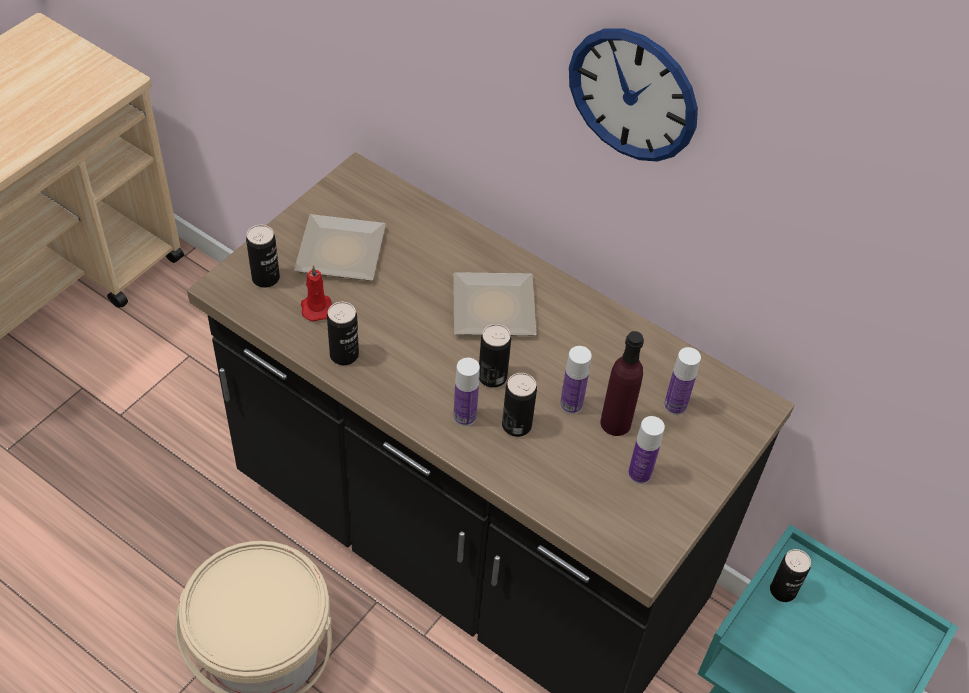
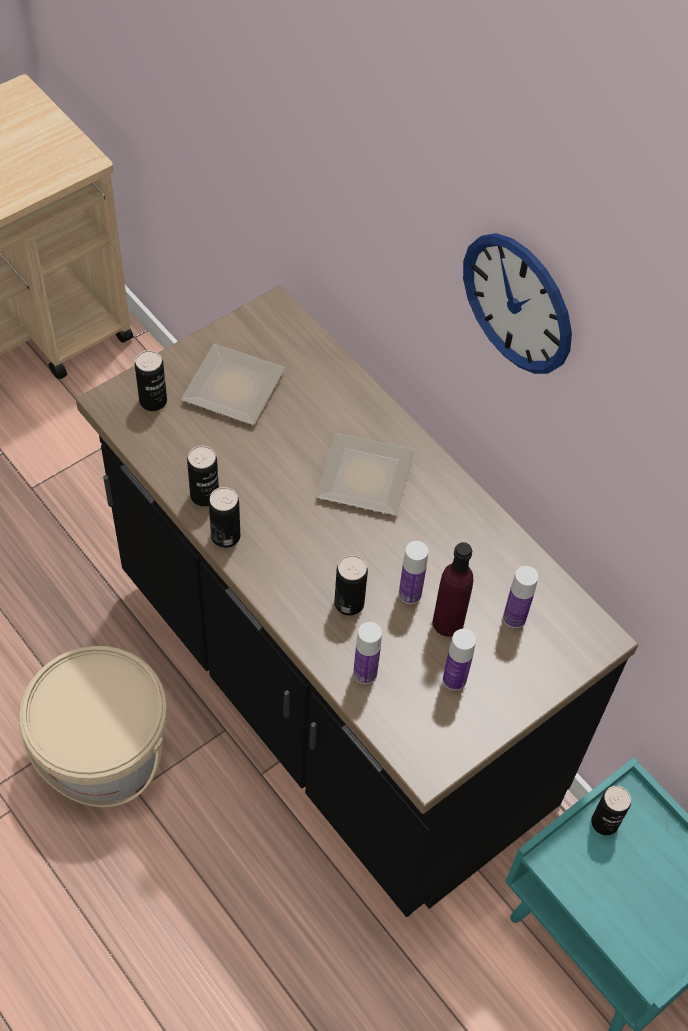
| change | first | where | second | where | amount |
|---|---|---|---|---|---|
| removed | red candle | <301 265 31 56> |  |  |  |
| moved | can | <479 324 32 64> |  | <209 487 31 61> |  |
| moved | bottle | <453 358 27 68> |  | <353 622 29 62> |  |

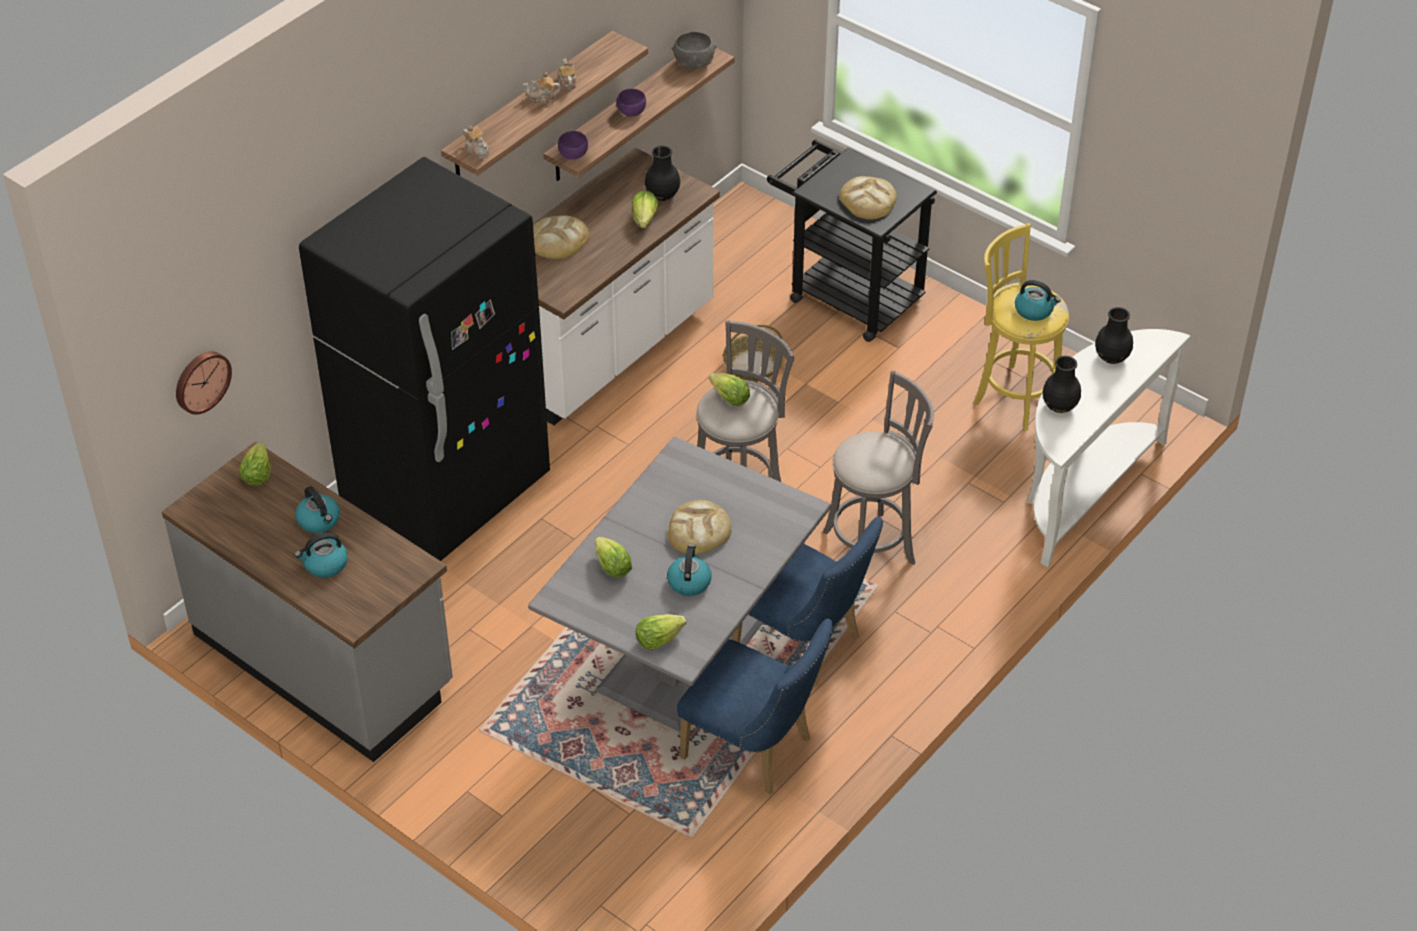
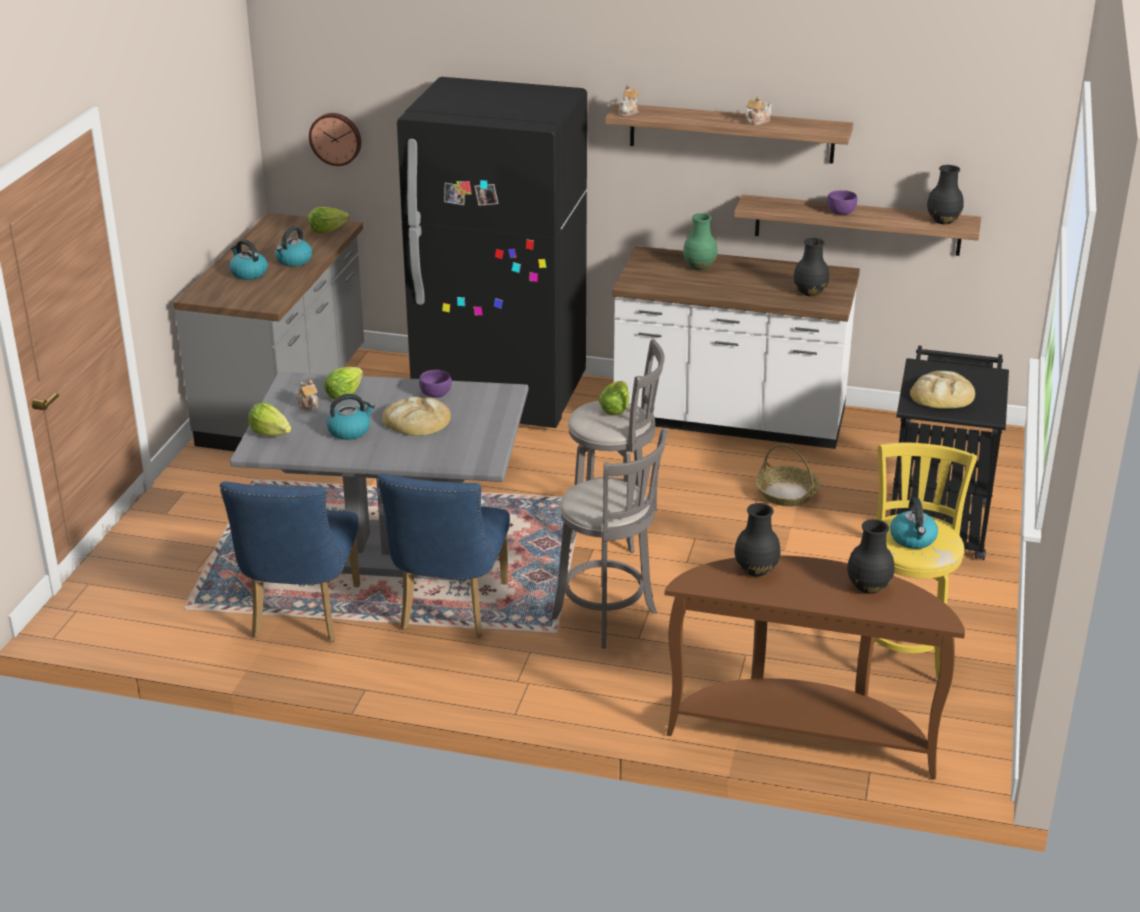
| change | first | where | second | where | amount |
|---|---|---|---|---|---|
| replaced | grey bowl | <672 32 44 37> | black vase | <927 165 37 59> |  |
| moved | teapot | <523 72 38 32> |  | <297 380 22 31> |  |
| moved | purple bowl | <558 131 30 29> |  | <419 370 33 28> |  |
| removed | lettuce | <632 190 26 38> |  |  |  |
| replaced | bread | <533 215 56 44> | green vase | <683 213 35 57> |  |
| recoloured | white console table | <1027 329 164 238> | brown console table | <665 555 300 224> |  |

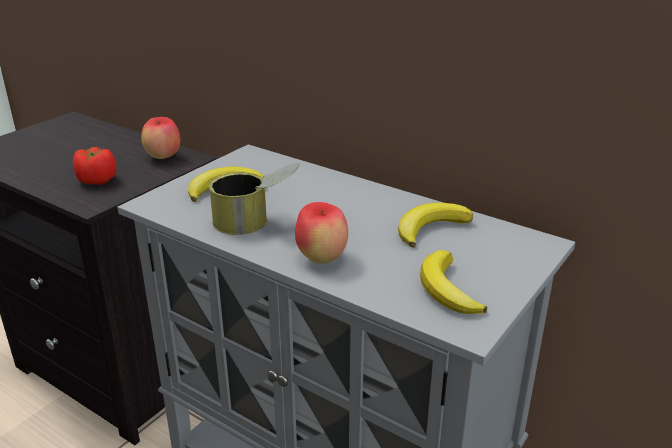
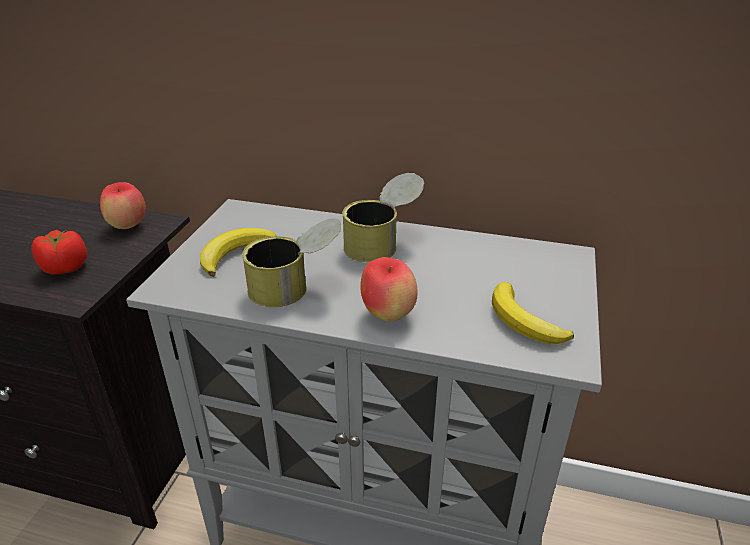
| change | first | where | second | where | amount |
|---|---|---|---|---|---|
| removed | banana | <398 203 75 45> |  |  |  |
| added |  |  | can | <342 173 82 90> |  |

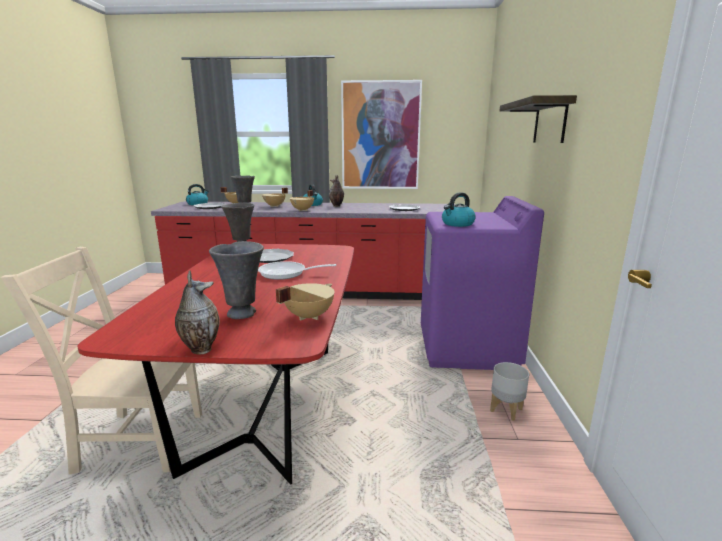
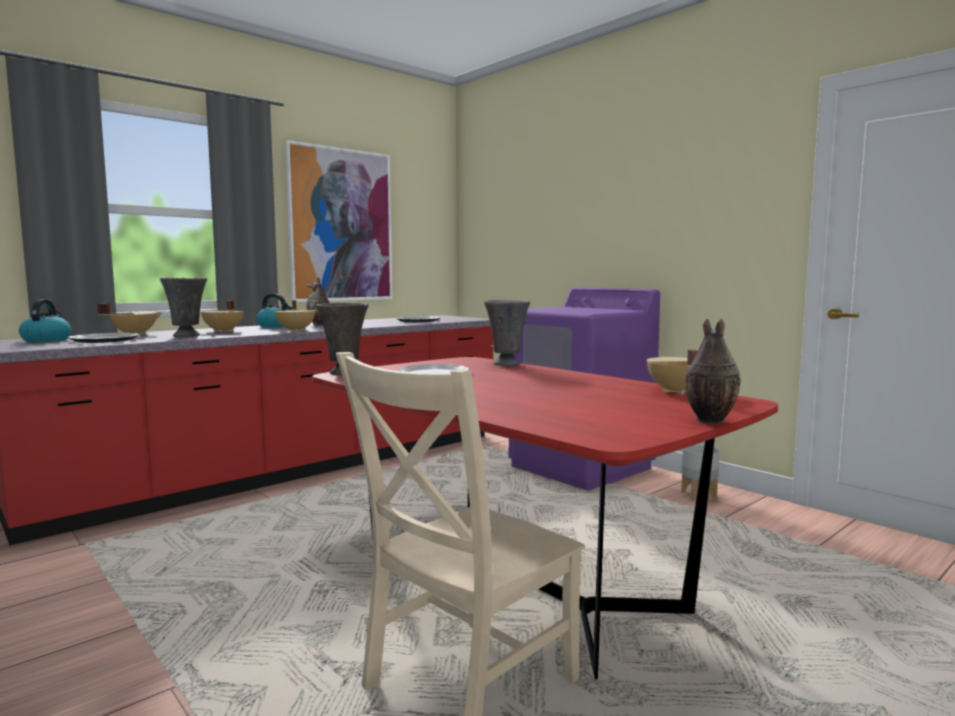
| change | first | where | second | where | amount |
|---|---|---|---|---|---|
| removed | shelf | <500 95 77 48> |  |  |  |
| removed | kettle | <442 192 34 35> |  |  |  |
| moved | grey vase | <209 241 55 78> |  | <484 300 46 66> |  |
| removed | frying pan | <258 261 78 19> |  |  |  |

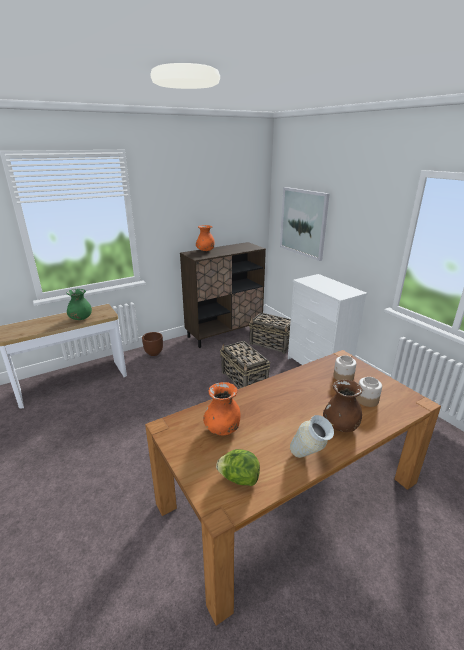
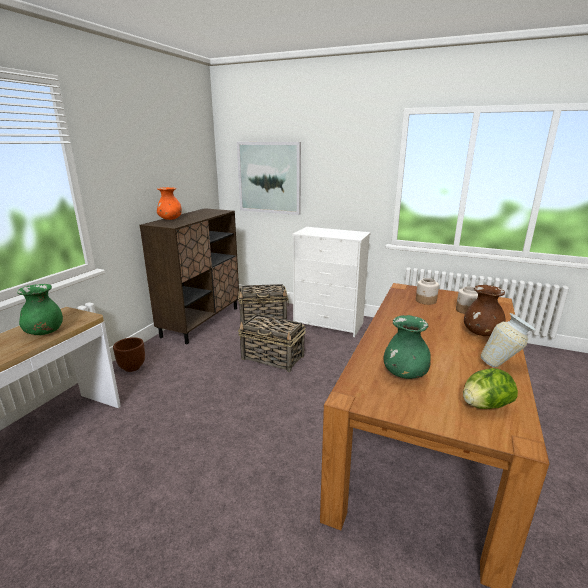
| change | first | where | second | where | amount |
|---|---|---|---|---|---|
| recoloured | orange vase | <203 382 37 53> | green vase | <383 315 48 64> |  |

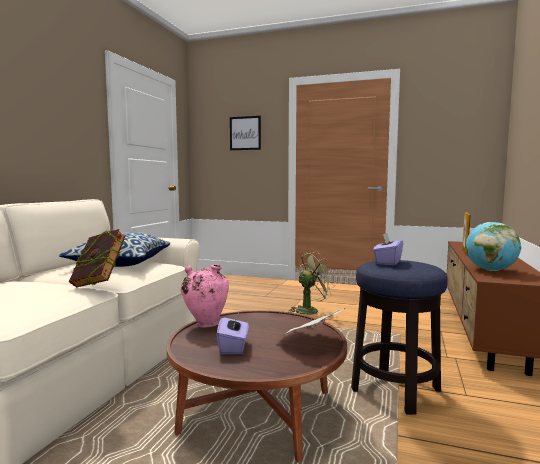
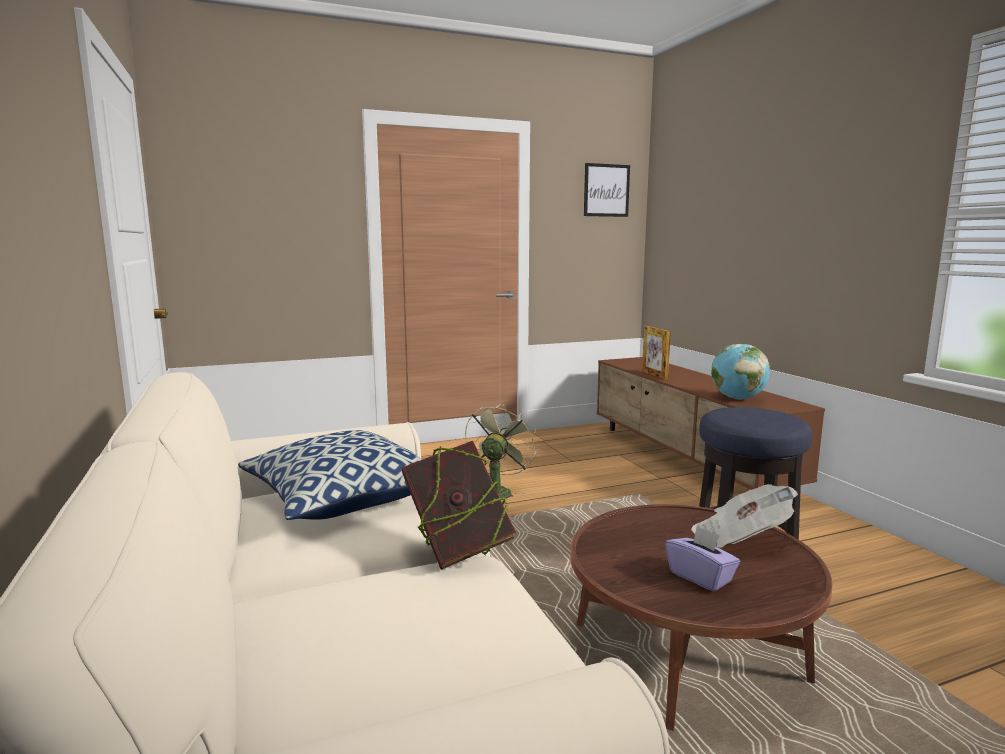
| change | first | where | second | where | amount |
|---|---|---|---|---|---|
| moved | picture | <230 116 31 34> |  | <584 163 46 54> |  |
| removed | purple tissue box | <373 233 30 33> |  |  |  |
| removed | pink vase | <181 264 48 64> |  |  |  |

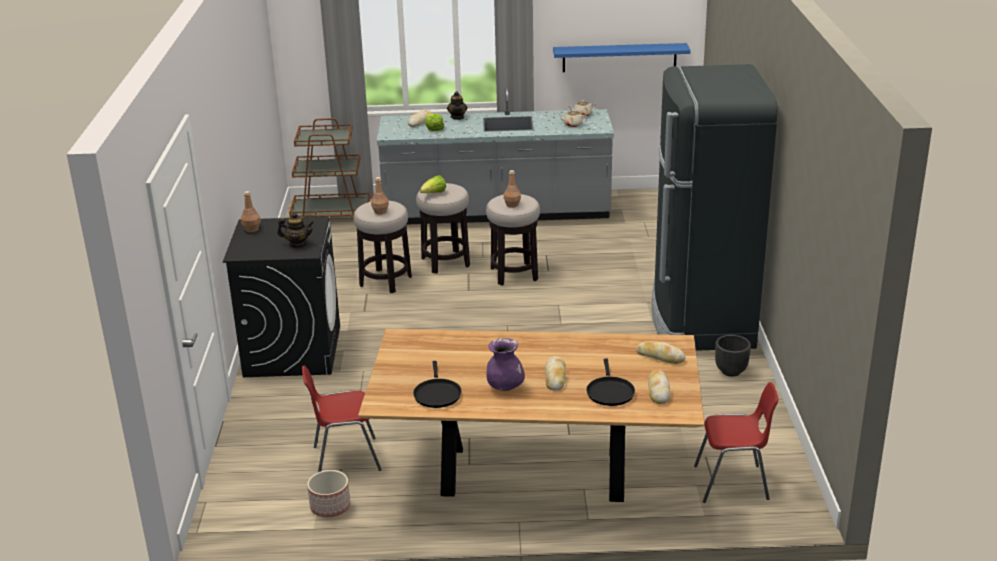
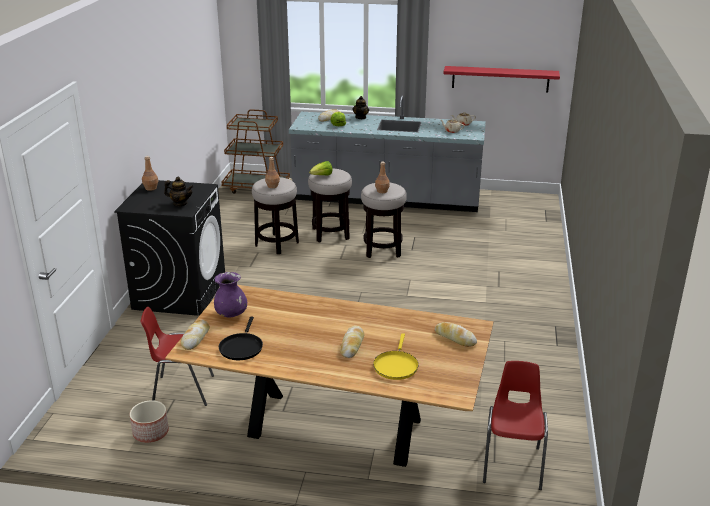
| change | first | where | second | where | amount |
|---|---|---|---|---|---|
| recoloured | blue shelf | <553 43 138 29> | red shelf | <443 66 117 26> |  |
| removed | black fridge | <652 64 126 287> |  |  |  |
| removed | black planter | <715 335 36 42> |  |  |  |
| moved | purple vase | <487 338 38 53> |  | <214 272 33 45> |  |
| recoloured | black frying pan | <586 358 49 48> | yellow frying pan | <373 333 46 47> |  |
| moved | bread | <648 370 22 34> |  | <181 320 29 30> |  |
| turned | red chair | <694 382 85 121> |  | <483 361 65 129> | 90 degrees counterclockwise |

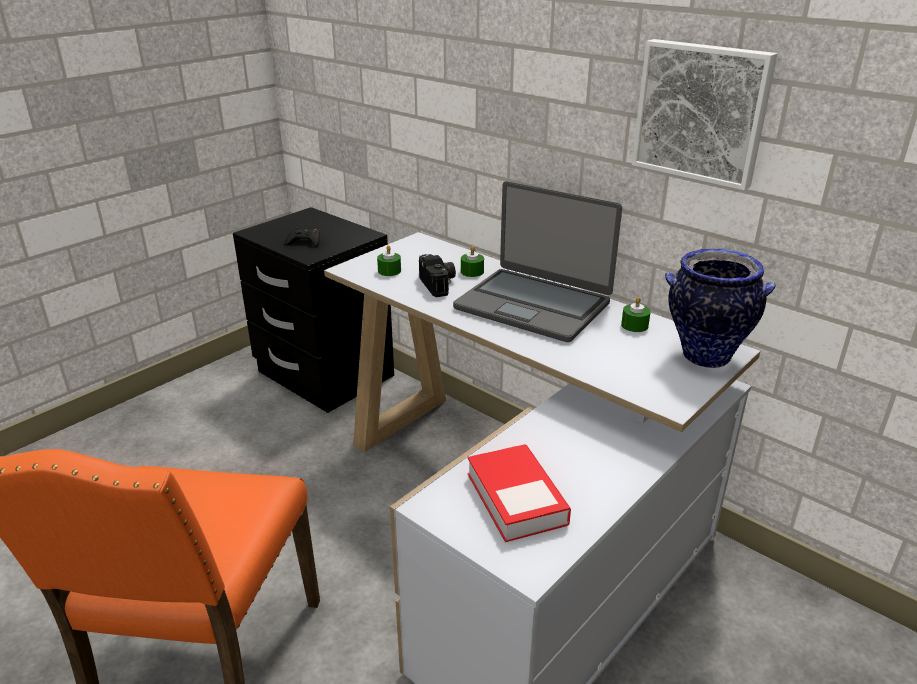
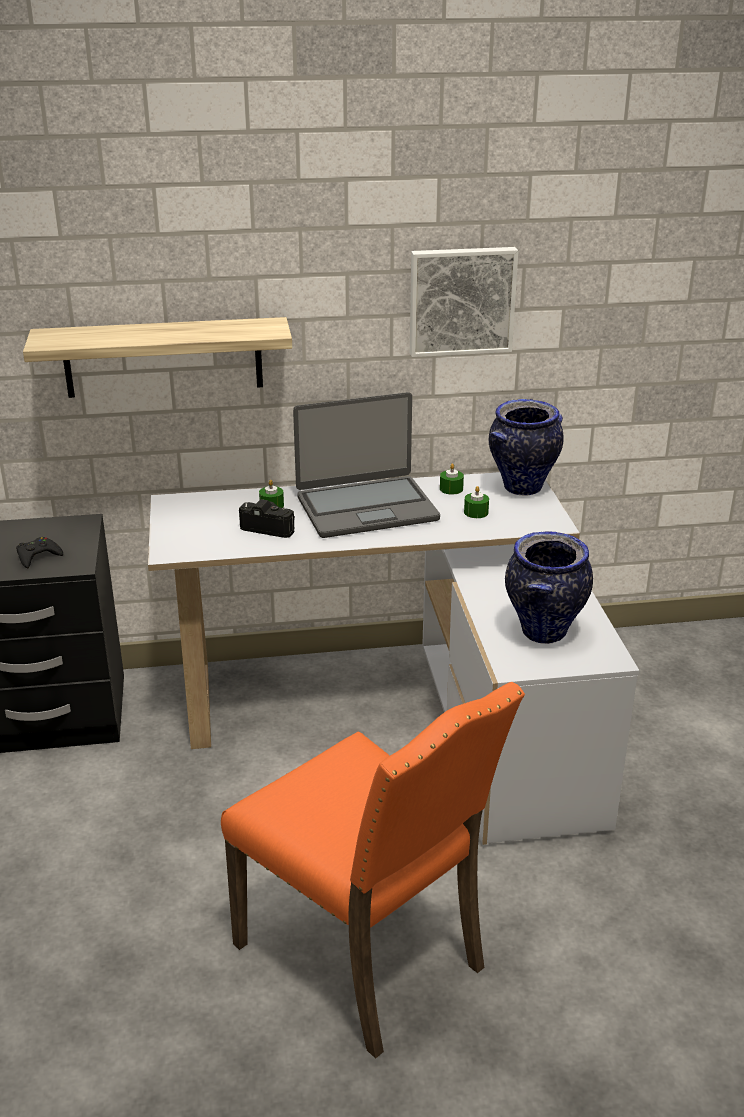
| change | first | where | second | where | amount |
|---|---|---|---|---|---|
| moved | green candle | <377 245 24 31> |  | <464 486 25 32> |  |
| replaced | book | <468 444 103 98> | vase | <505 531 88 113> |  |
| added |  |  | shelf | <23 317 269 81> |  |

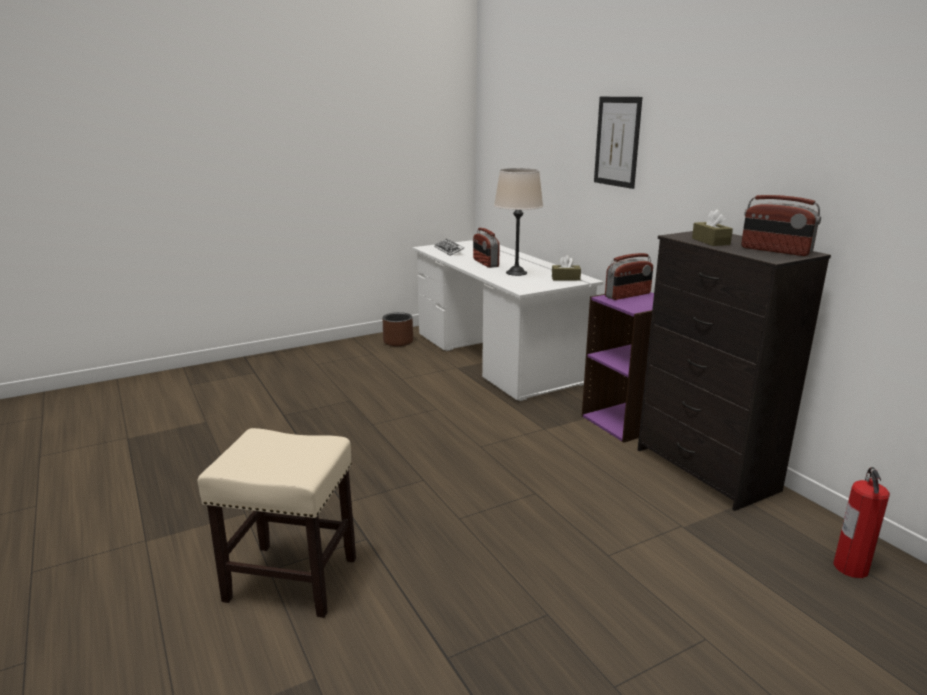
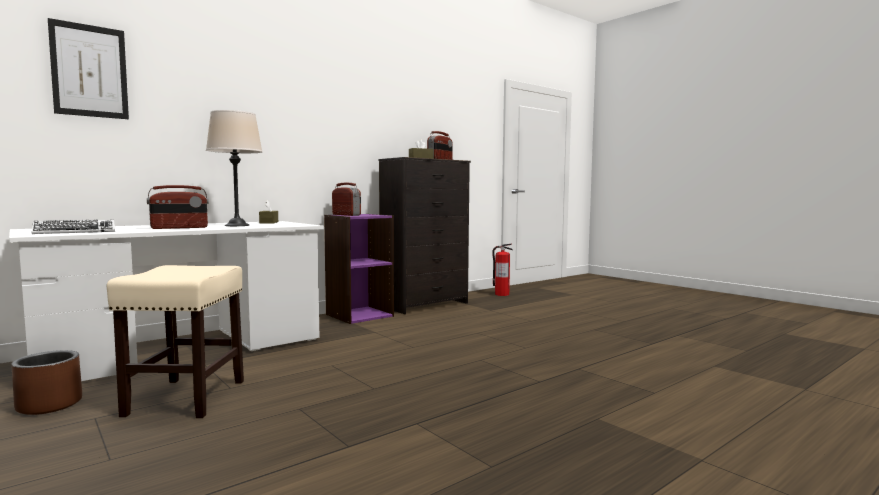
| change | first | where | second | where | amount |
|---|---|---|---|---|---|
| moved | picture | <594 97 48 92> |  | <48 18 81 101> |  |
| moved | beige stool | <197 428 159 190> |  | <107 265 137 153> |  |

